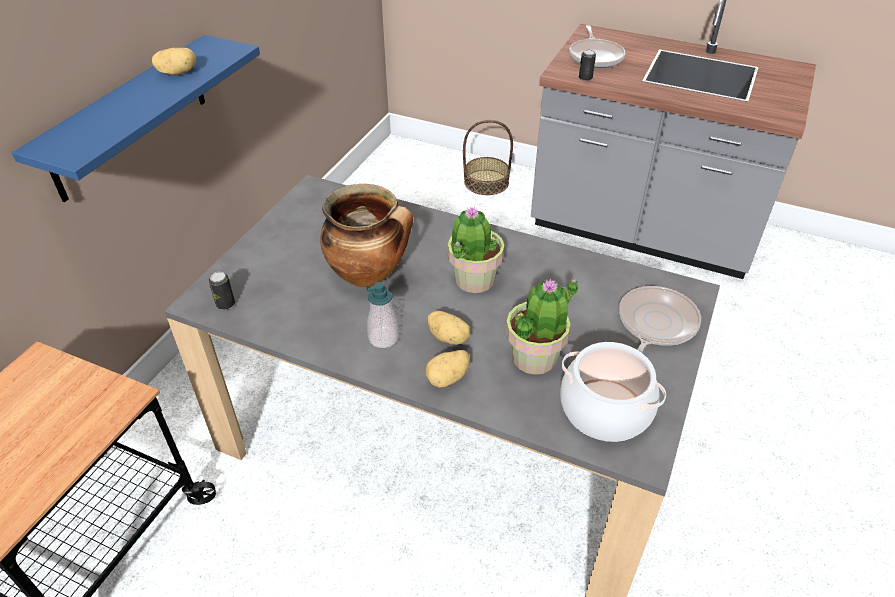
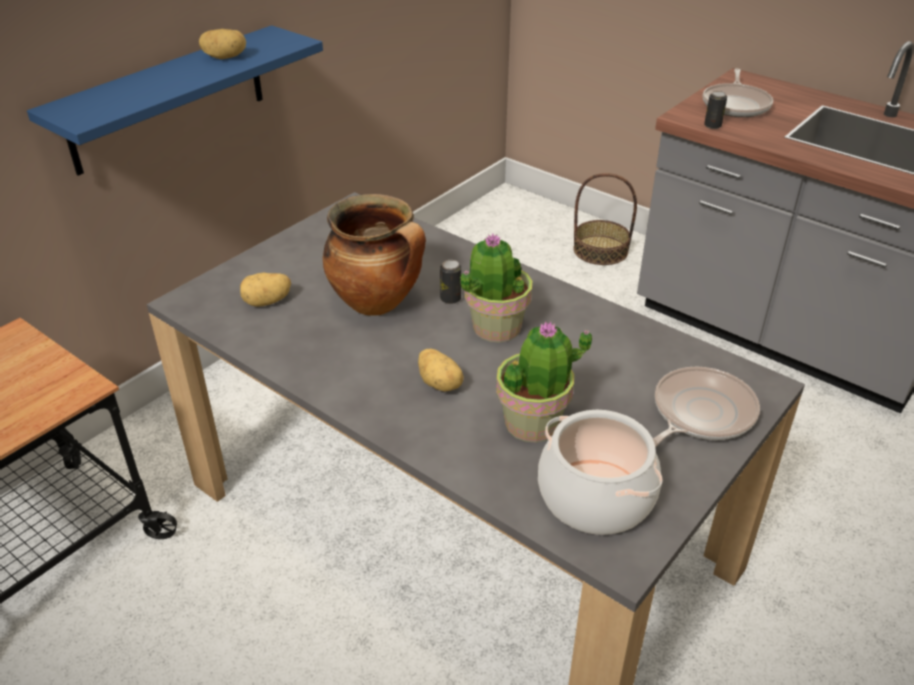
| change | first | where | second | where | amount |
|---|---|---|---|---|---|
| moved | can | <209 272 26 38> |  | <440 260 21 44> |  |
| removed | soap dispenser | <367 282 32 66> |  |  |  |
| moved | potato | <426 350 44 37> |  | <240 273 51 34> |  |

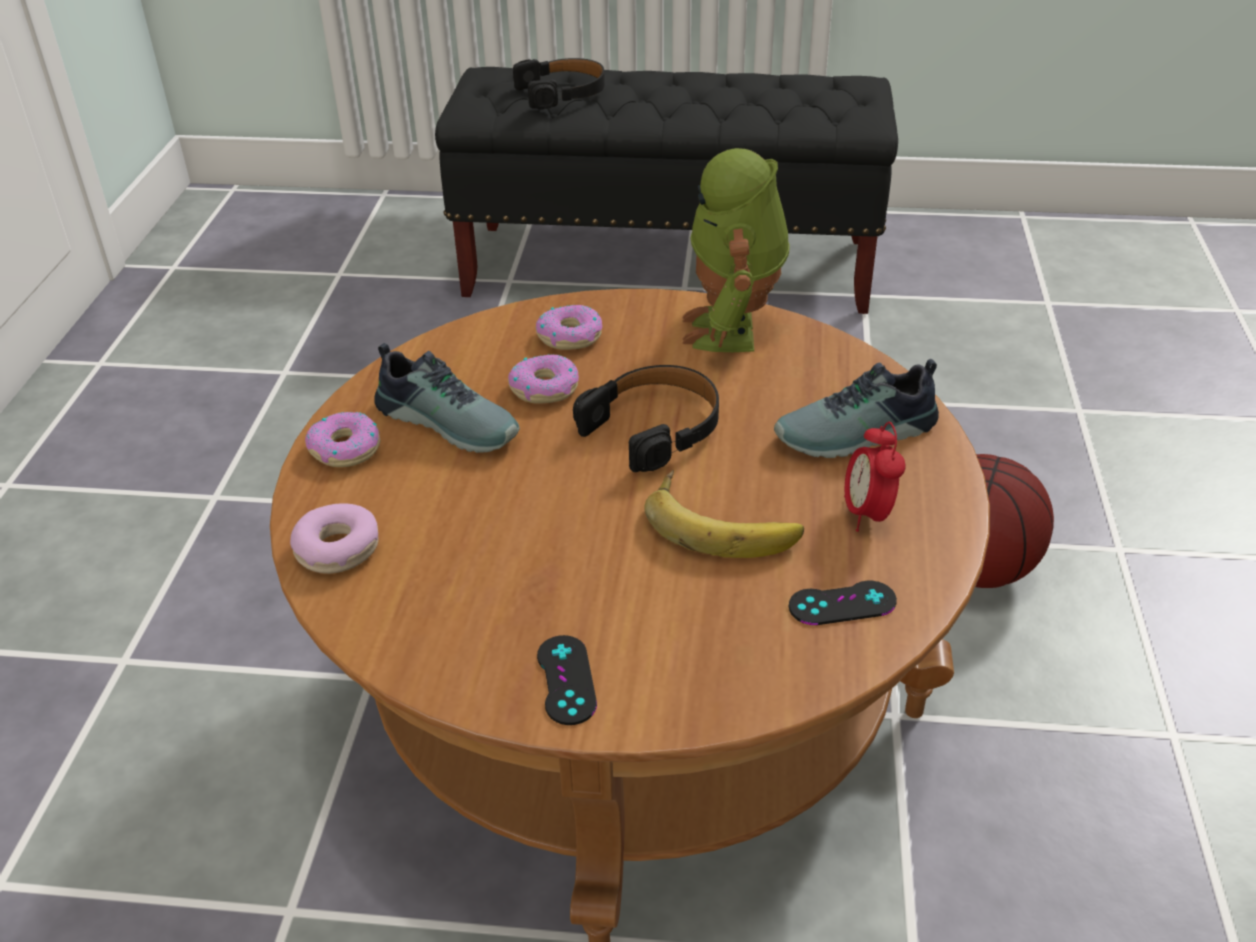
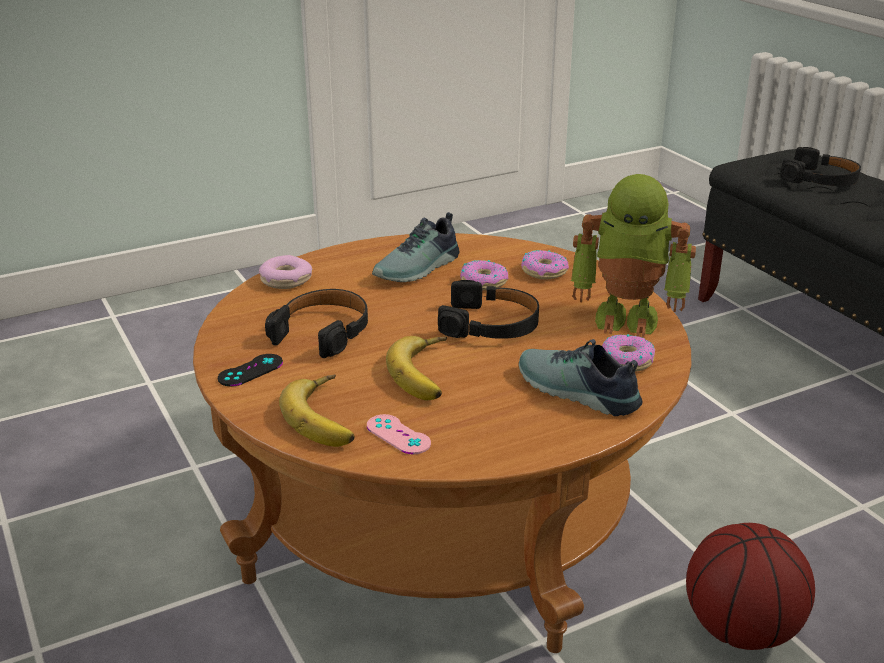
| change | first | where | second | where | amount |
|---|---|---|---|---|---|
| turned | toy robot | <682 148 108 204> |  | <571 174 125 164> | 135 degrees counterclockwise |
| turned | shoe | <374 343 146 110> |  | <372 212 87 70> | 45 degrees clockwise |
| moved | donut | <305 411 75 56> |  | <602 334 53 38> |  |
| removed | alarm clock | <844 422 62 110> |  |  |  |
| recoloured | black game controller | <789 581 108 44> | pink game controller | <367 414 64 40> |  |
| added |  |  | black headphones | <265 289 103 69> |  |
| added |  |  | banana | <279 374 76 73> |  |

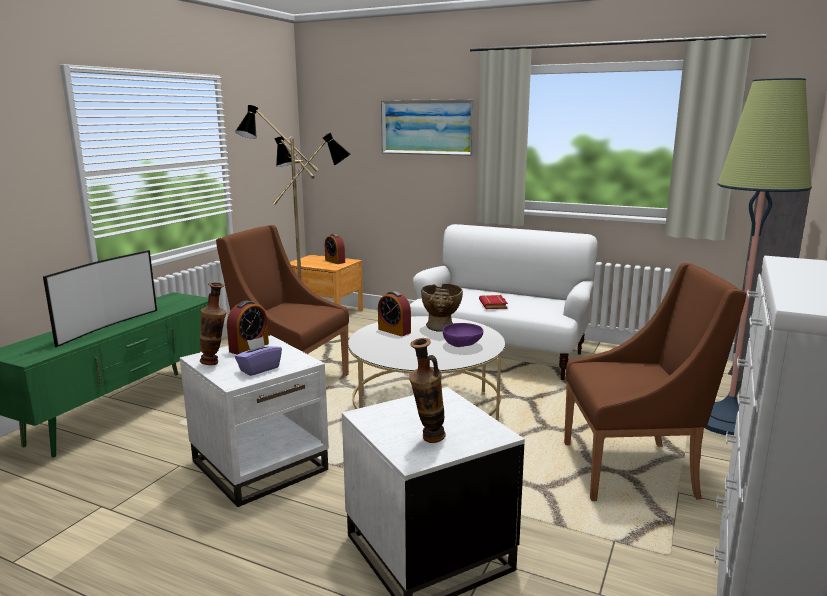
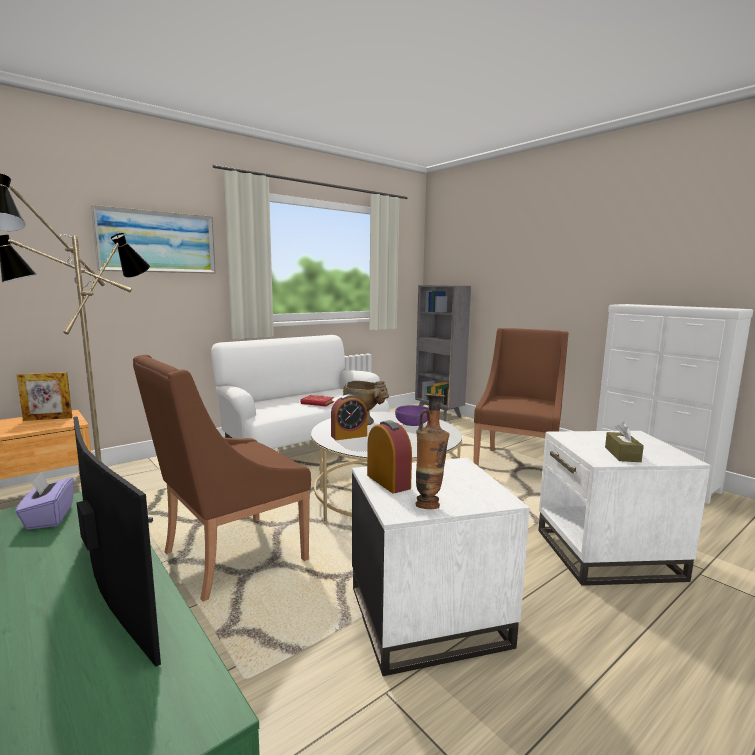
| change | first | where | second | where | amount |
|---|---|---|---|---|---|
| removed | floor lamp | <704 78 108 357> |  |  |  |
| replaced | alarm clock | <325 234 20 30> | picture frame | <16 372 56 49> |  |
| moved | purple tissue box | <235 337 47 39> |  | <15 472 59 58> |  |
| removed | vase | <409 338 37 105> |  |  |  |
| added |  |  | brown tissue box | <605 422 39 40> |  |

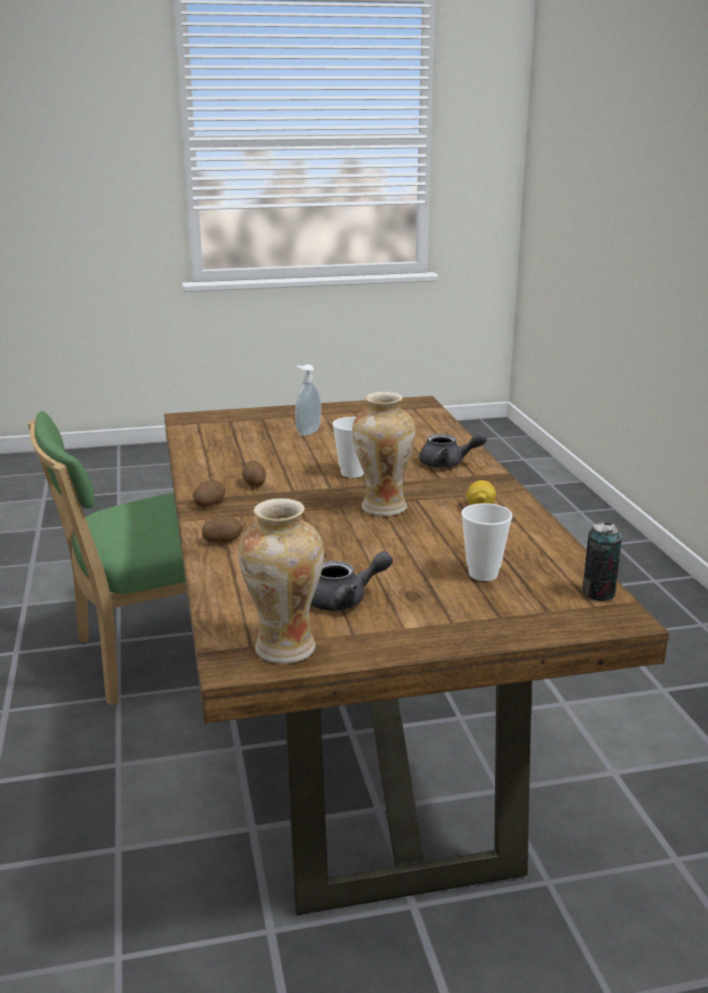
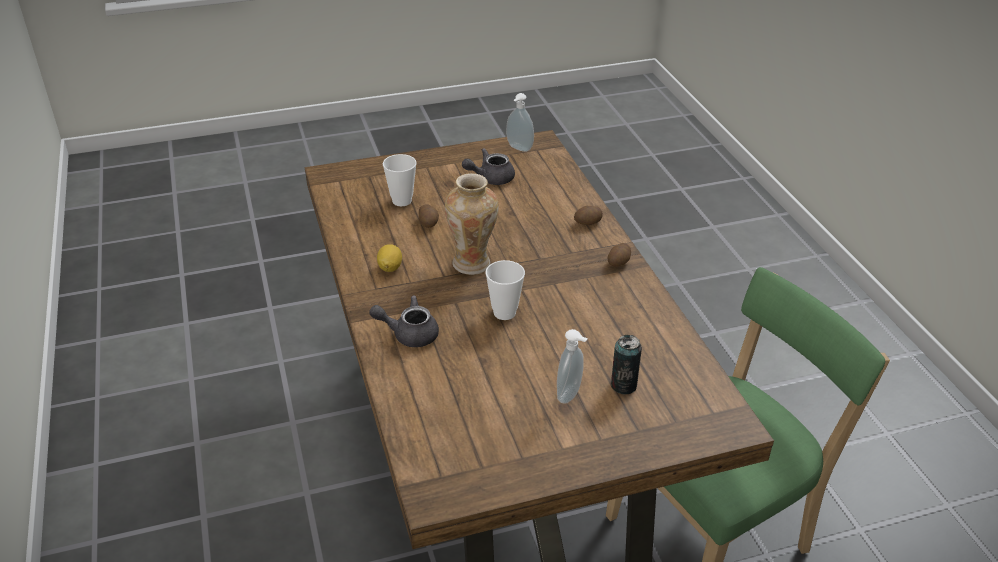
| change | first | where | second | where | amount |
|---|---|---|---|---|---|
| moved | potato | <242 461 24 26> |  | <419 205 20 23> |  |
| replaced | vase | <238 499 86 165> | soap dispenser | <506 93 28 59> |  |
| moved | can | <582 522 40 79> |  | <611 335 31 59> |  |

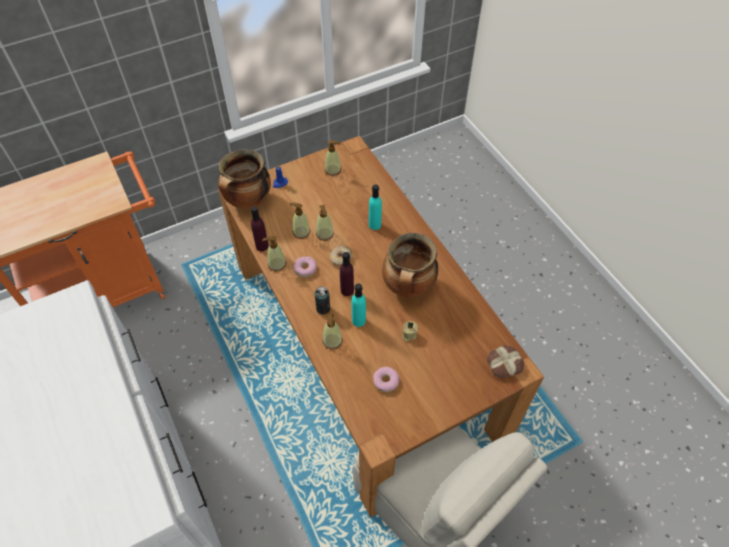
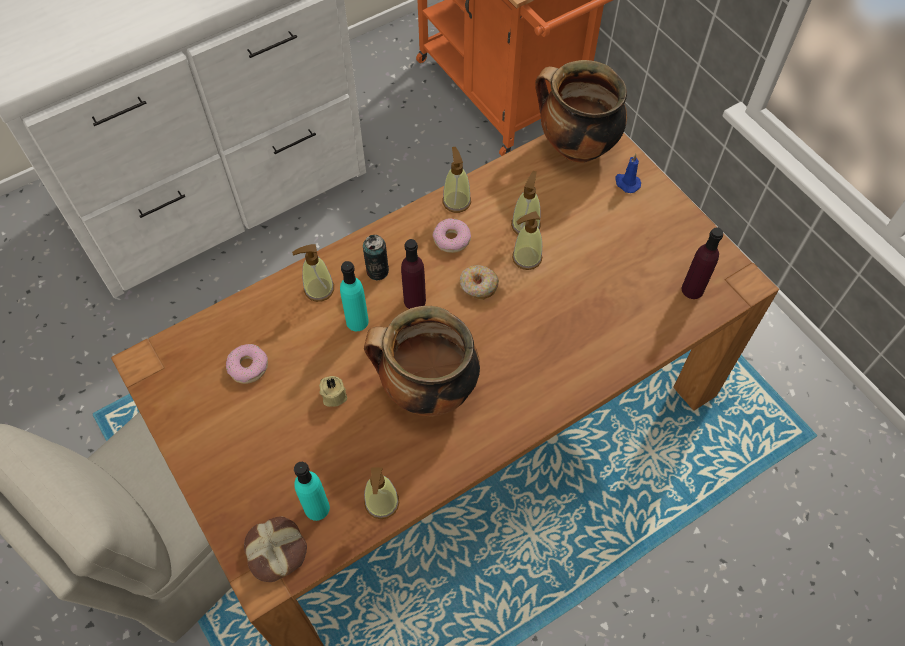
| change | first | where | second | where | amount |
|---|---|---|---|---|---|
| moved | soap dispenser | <325 140 16 36> |  | <364 467 36 52> |  |
| moved | turquoise bottle | <369 185 13 45> |  | <294 462 36 59> |  |
| moved | purple bottle | <251 206 18 45> |  | <682 227 41 72> |  |

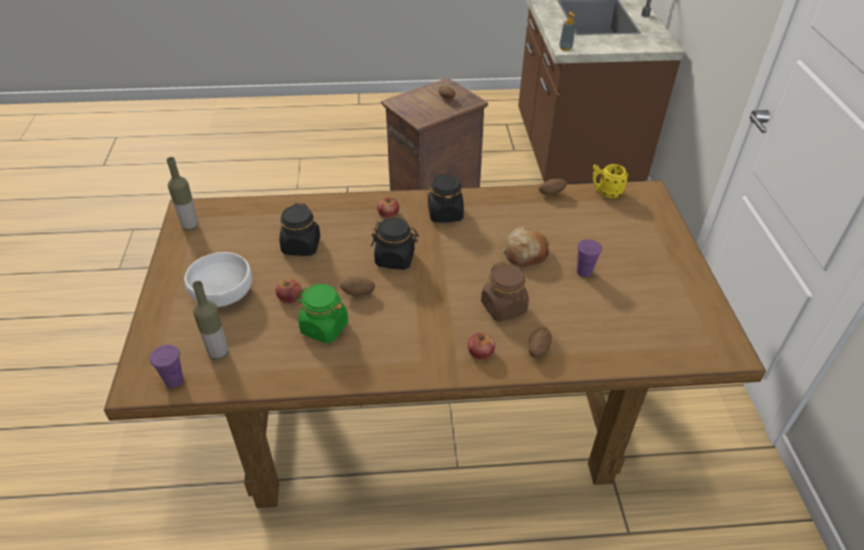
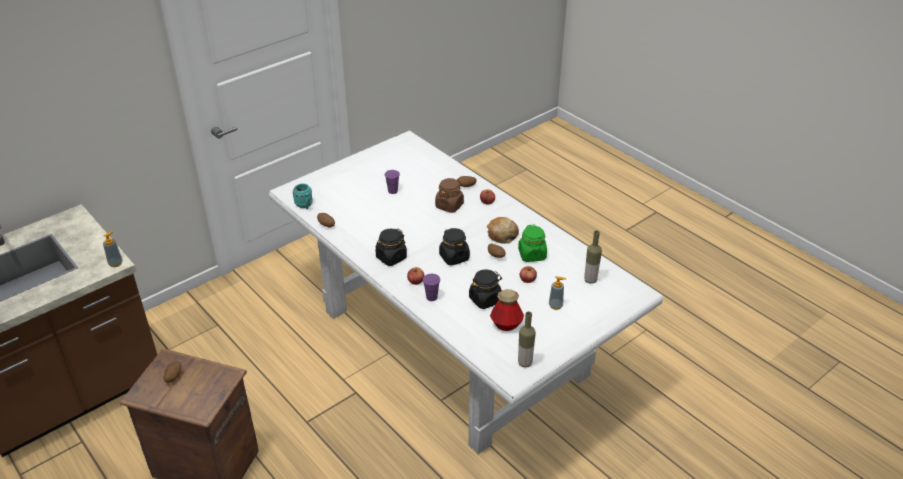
| change | first | where | second | where | amount |
|---|---|---|---|---|---|
| recoloured | yellow mug | <592 164 36 34> | turquoise mug | <293 183 20 27> |  |
| recoloured | brown dining table | <104 180 662 328> | white dining table | <269 130 394 324> |  |
| moved | bread | <503 227 46 40> |  | <487 217 32 27> |  |
| replaced | white bowl | <184 252 68 55> | soap dispenser | <549 276 17 34> |  |
| moved | purple cup | <149 345 34 43> |  | <423 274 17 27> |  |
| added |  |  | bottle | <490 289 34 42> |  |

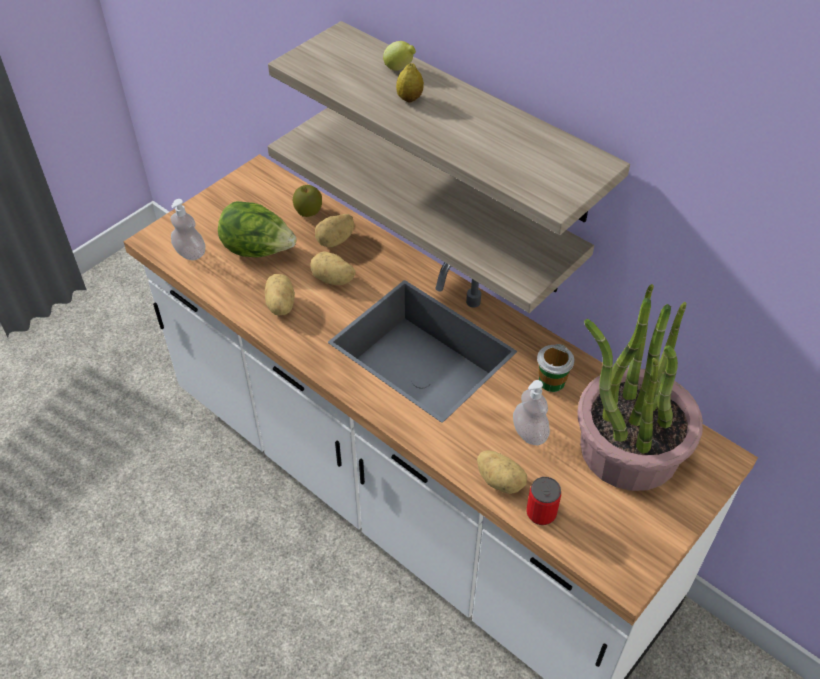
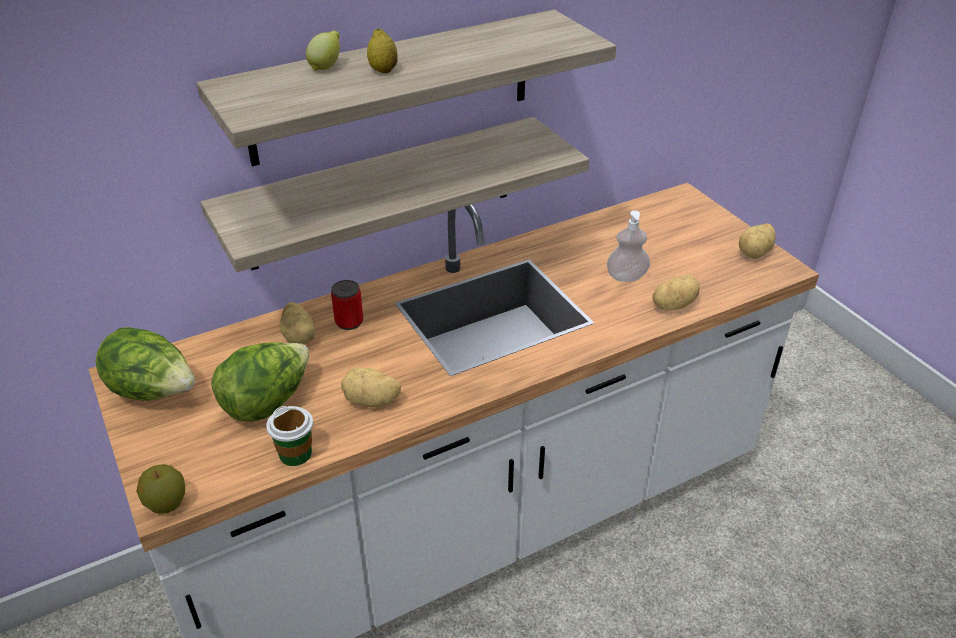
| change | first | where | second | where | amount |
|---|---|---|---|---|---|
| moved | apple | <293 185 29 32> |  | <136 464 49 50> |  |
| removed | soap dispenser | <171 199 34 61> |  |  |  |
| moved | potato | <311 252 45 33> |  | <739 224 37 35> |  |
| removed | potted plant | <577 284 126 207> |  |  |  |
| moved | cup | <537 344 37 48> |  | <266 406 47 60> |  |
| moved | can | <526 477 35 48> |  | <331 280 32 50> |  |
| added |  |  | lettuce | <95 327 100 74> |  |

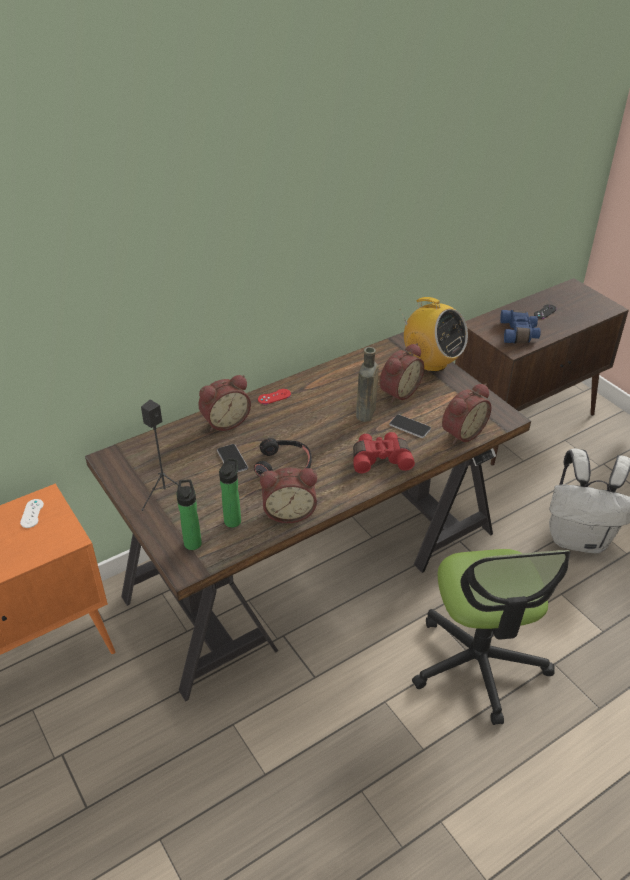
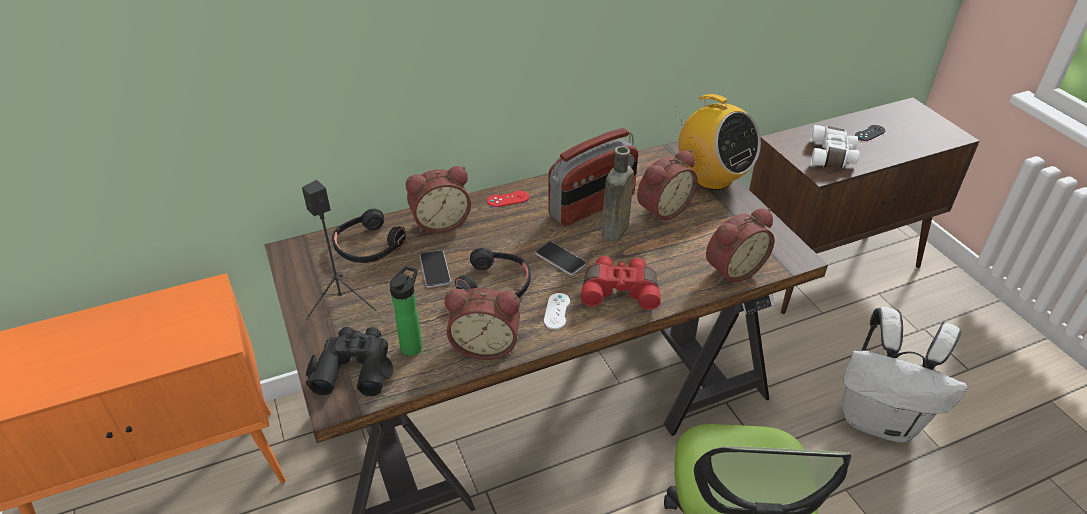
| change | first | where | second | where | amount |
|---|---|---|---|---|---|
| recoloured | blue binoculars | <500 310 41 34> | white binoculars | <811 125 49 43> |  |
| moved | phone | <389 415 42 23> |  | <535 242 51 33> |  |
| replaced | bottle | <177 479 25 71> | black binoculars | <306 327 87 69> |  |
| moved | white game controller | <20 499 24 29> |  | <544 293 26 36> |  |
| added |  |  | radio | <548 128 90 98> |  |
| added |  |  | black headphones | <332 209 74 54> |  |

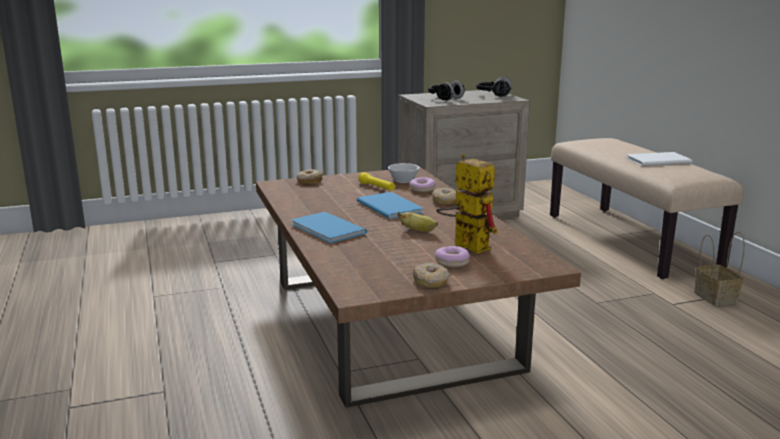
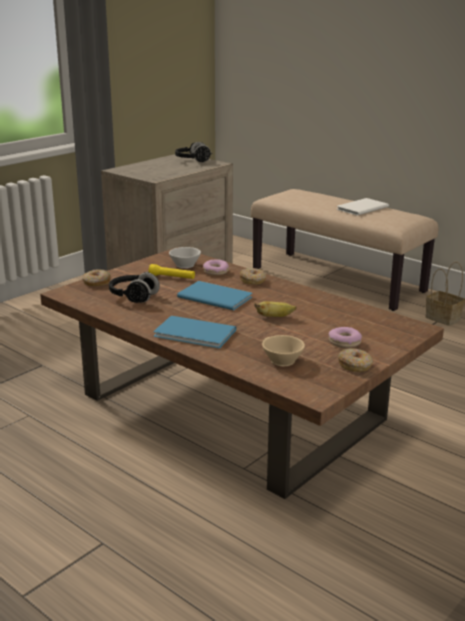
| change | first | where | second | where | amount |
|---|---|---|---|---|---|
| moved | black headphones | <428 81 37 20> |  | <109 272 51 31> |  |
| removed | toy robot | <436 154 62 100> |  |  |  |
| added |  |  | beige cup | <262 335 43 31> |  |

